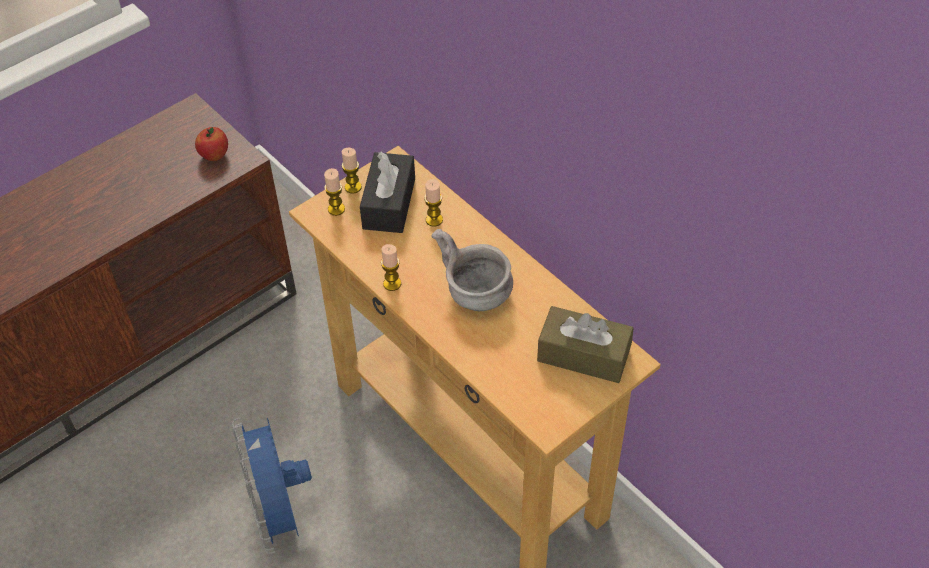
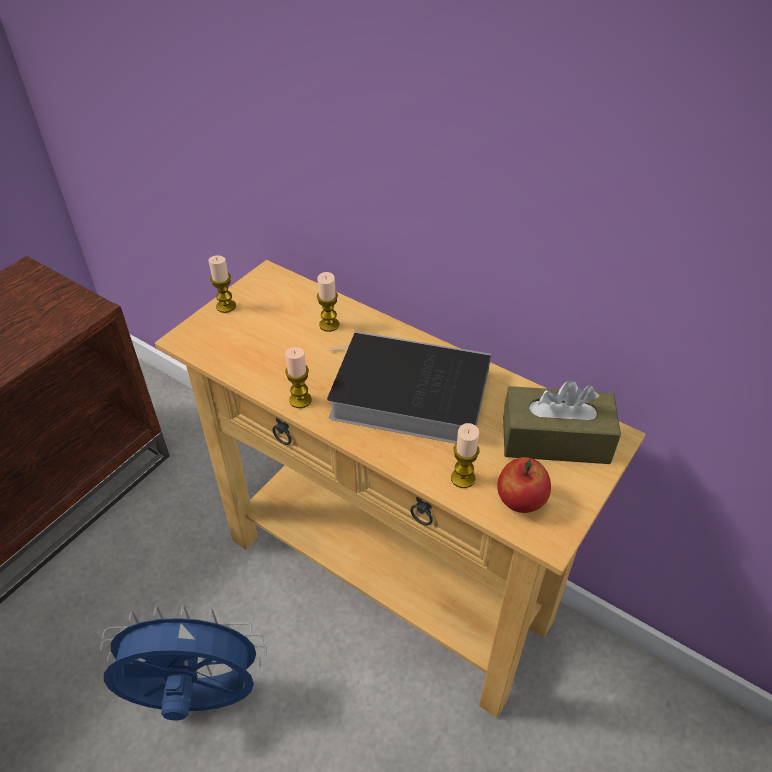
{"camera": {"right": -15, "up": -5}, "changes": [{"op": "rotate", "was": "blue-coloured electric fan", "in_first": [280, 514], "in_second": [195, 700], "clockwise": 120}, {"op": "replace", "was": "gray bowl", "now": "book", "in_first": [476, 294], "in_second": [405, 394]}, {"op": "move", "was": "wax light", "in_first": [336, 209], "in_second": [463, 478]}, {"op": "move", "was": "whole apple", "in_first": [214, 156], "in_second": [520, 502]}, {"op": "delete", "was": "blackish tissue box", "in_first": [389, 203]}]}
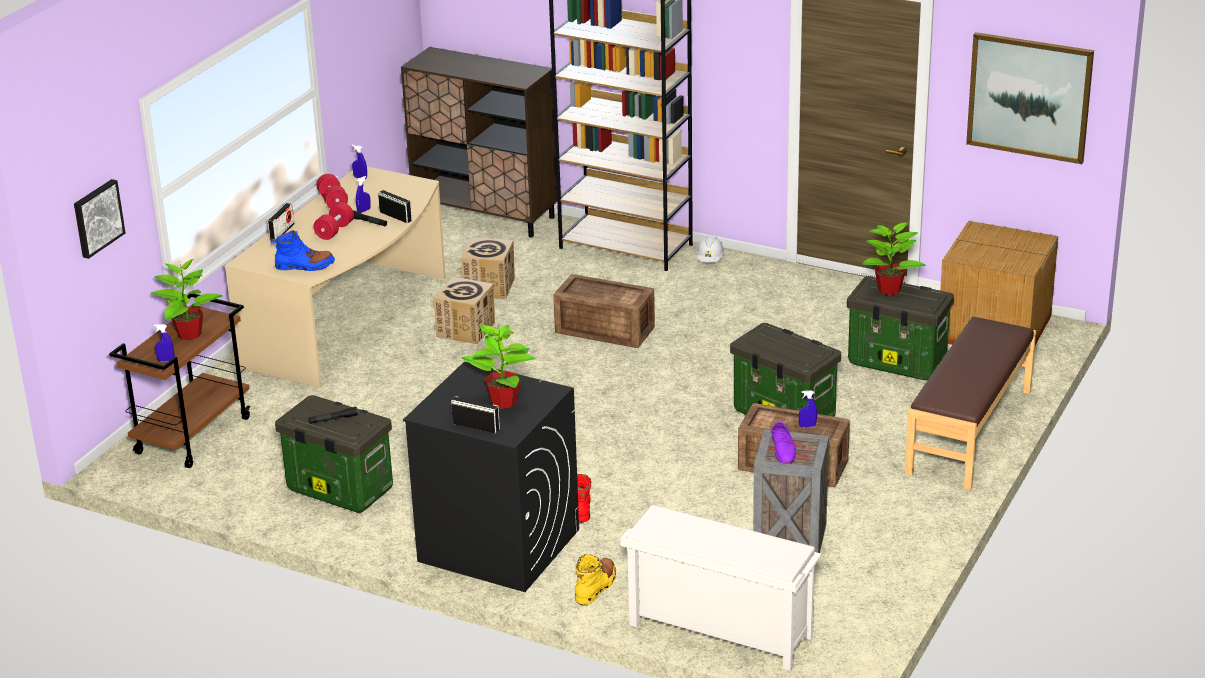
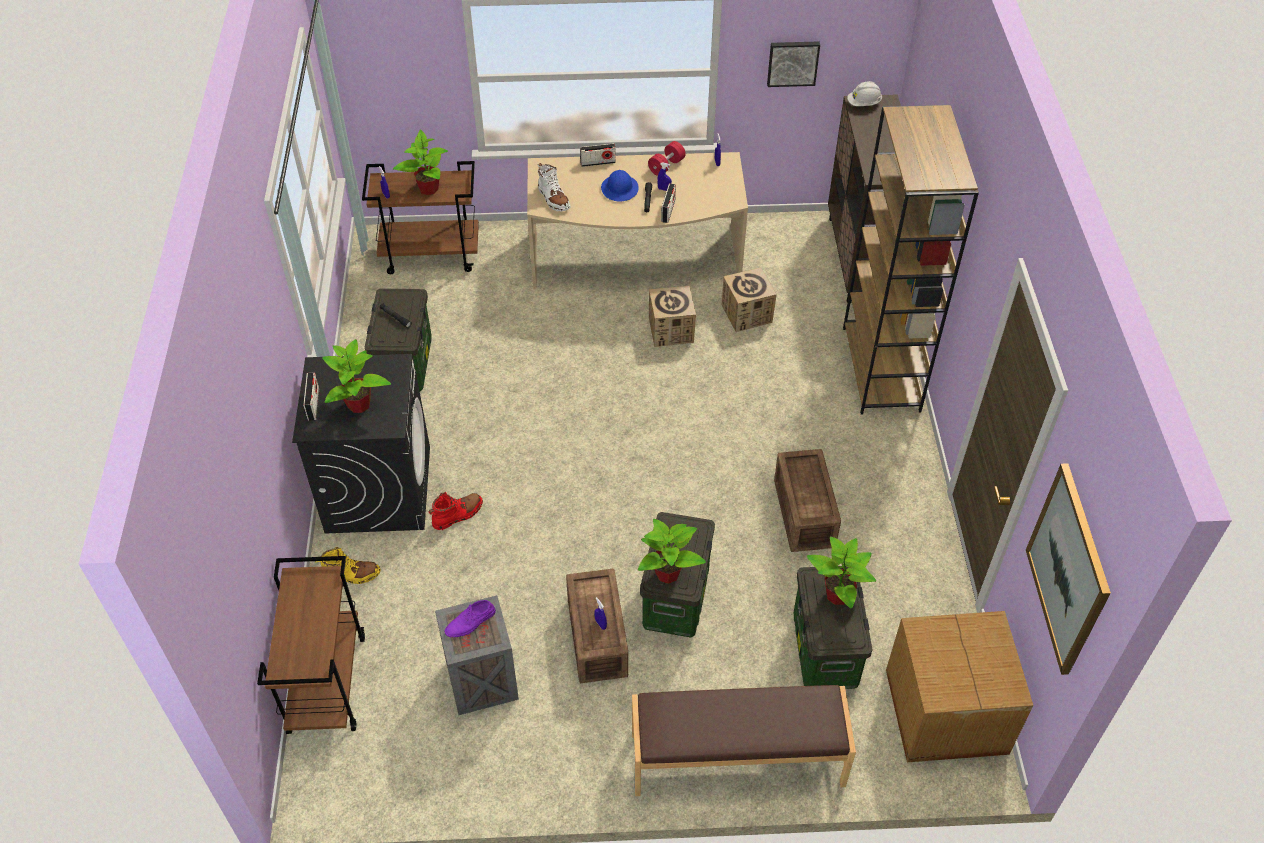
{"camera": {"right": 60, "up": 20}, "changes": [{"op": "replace", "was": "whitish shoe rack", "now": "brown wheeled cart", "in_first": [718, 631], "in_second": [326, 683]}, {"op": "recolor", "was": "blue-coloured boot", "now": "whitish boot", "in_first": [304, 266], "in_second": [553, 199]}, {"op": "replace", "was": "red free weight", "now": "blue-coloured hard hat", "in_first": [334, 231], "in_second": [620, 189]}, {"op": "insert", "now": "plant in a pot", "in_second": [668, 573]}, {"op": "move", "was": "wall art", "in_first": [97, 218], "in_second": [792, 62]}, {"op": "move", "was": "shipping crate", "in_first": [604, 329], "in_second": [805, 512]}, {"op": "move", "was": "whitish hard hat", "in_first": [710, 260], "in_second": [864, 104]}]}
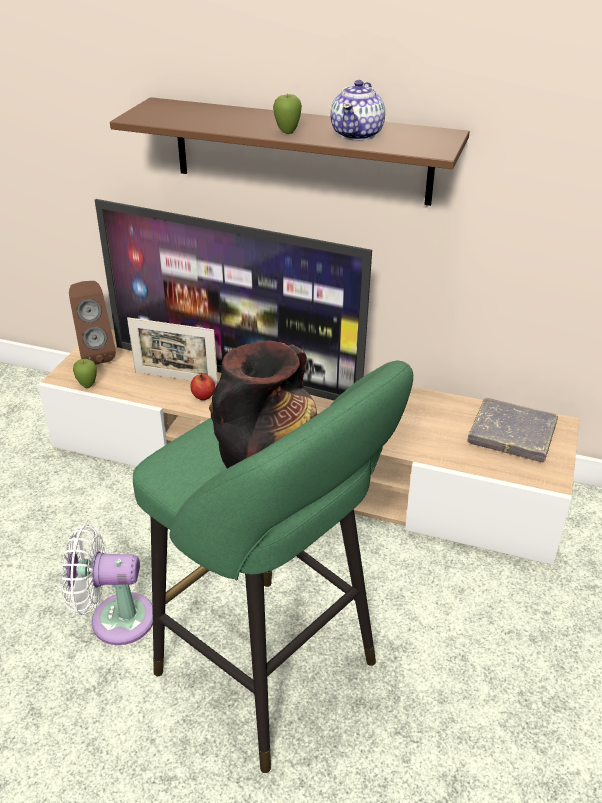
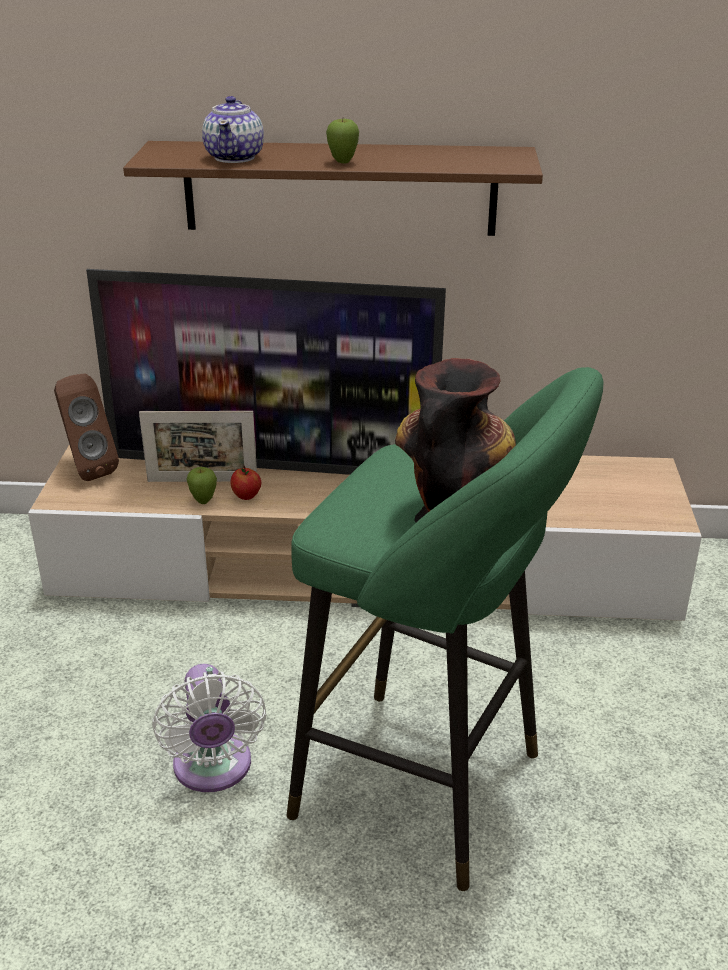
{"camera": {"right": -15, "up": -5}, "changes": [{"op": "rotate", "was": "whitish electric fan", "in_first": [115, 618], "in_second": [213, 770], "clockwise": -90}, {"op": "move", "was": "whole apple", "in_first": [88, 386], "in_second": [203, 501]}, {"op": "move", "was": "teapot", "in_first": [357, 134], "in_second": [235, 157]}, {"op": "delete", "was": "gray book", "in_first": [512, 434]}]}
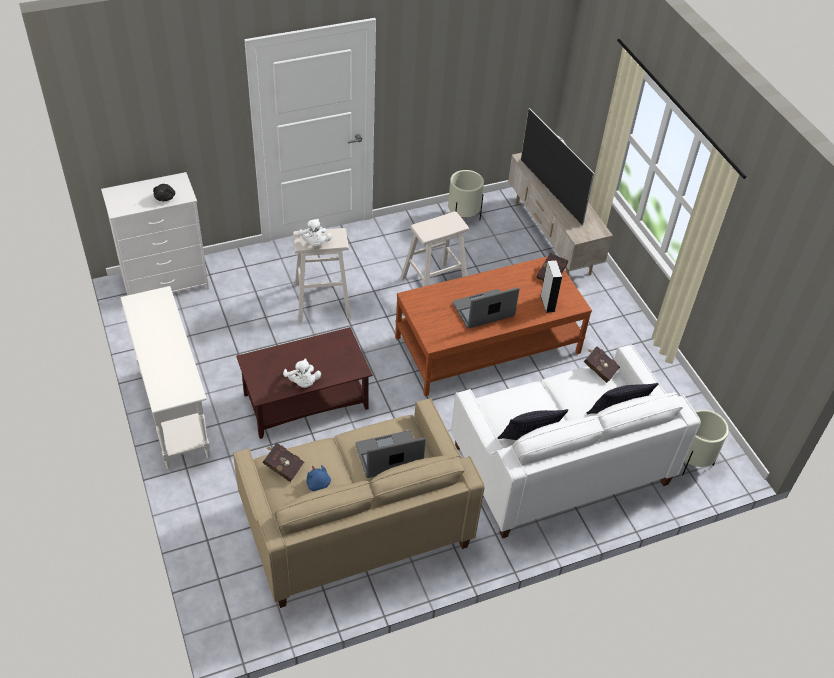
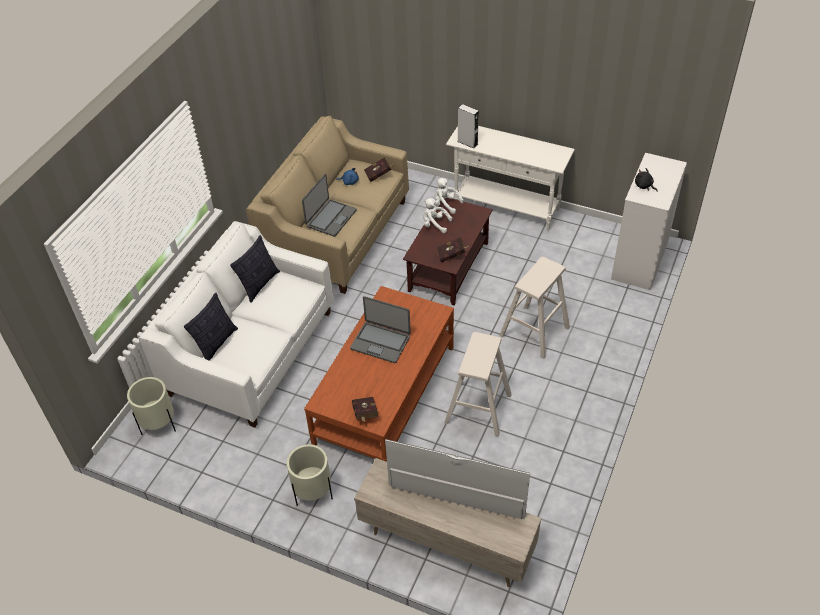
{"camera": {"right": 140, "up": 0}, "changes": [{"op": "move", "was": "beige flower pot", "in_first": [463, 219], "in_second": [313, 493]}, {"op": "rotate", "was": "portable computer", "in_first": [483, 310], "in_second": [380, 342], "clockwise": 90}, {"op": "move", "was": "whitish cuddly toy", "in_first": [315, 243], "in_second": [446, 204]}, {"op": "move", "was": "red book", "in_first": [599, 369], "in_second": [452, 255]}, {"op": "move", "was": "gray audio speaker", "in_first": [547, 303], "in_second": [467, 143]}]}
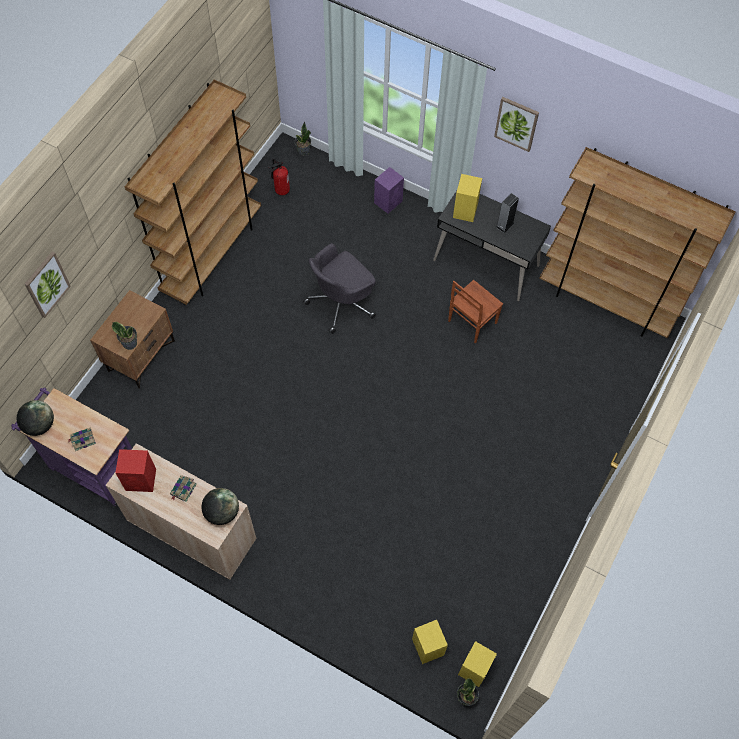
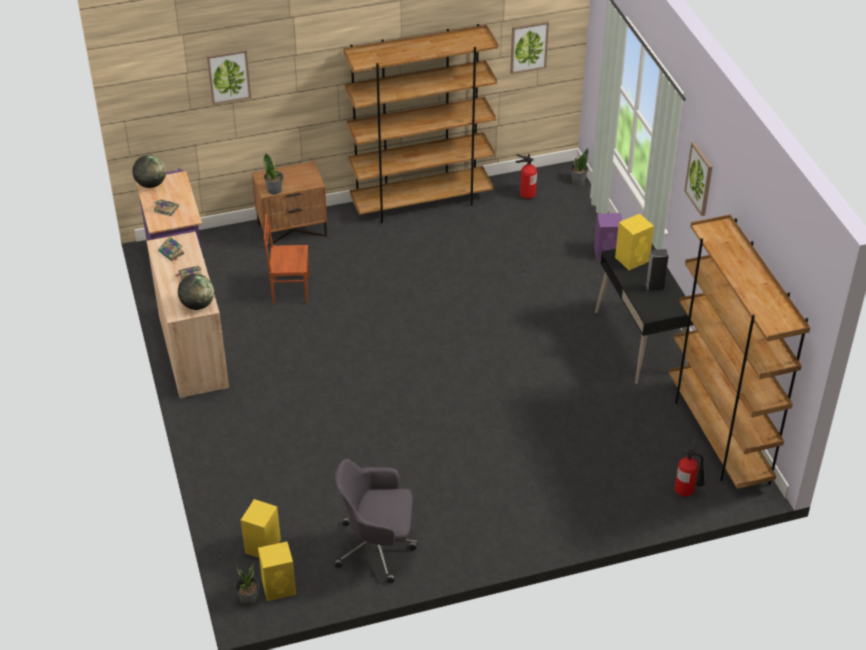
{"camera": {"right": 45, "up": -20}, "changes": [{"op": "replace", "was": "red audio speaker", "now": "book", "in_first": [141, 480], "in_second": [172, 253]}, {"op": "move", "was": "brown plain chair", "in_first": [471, 322], "in_second": [290, 289]}, {"op": "move", "was": "gray office chair", "in_first": [341, 302], "in_second": [377, 547]}, {"op": "insert", "now": "wall art", "in_second": [528, 46]}, {"op": "insert", "now": "fire extinguisher", "in_second": [687, 491]}]}
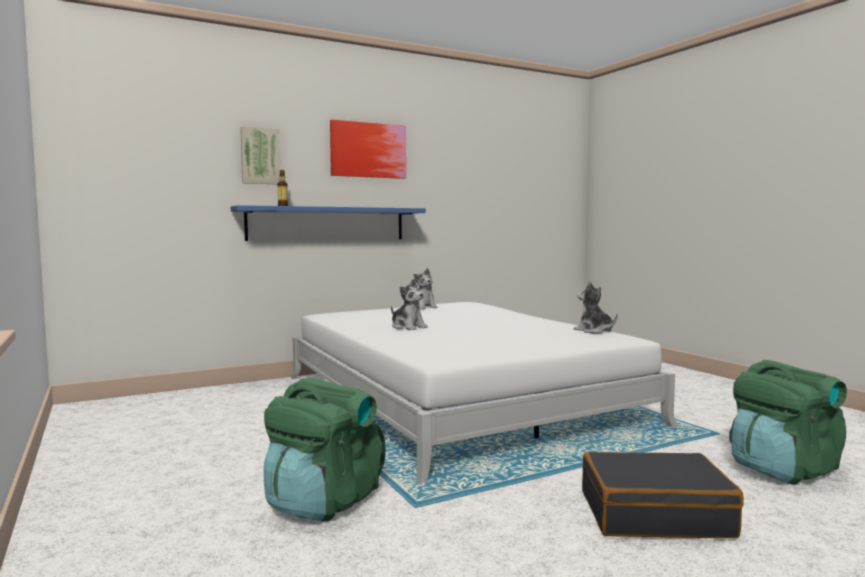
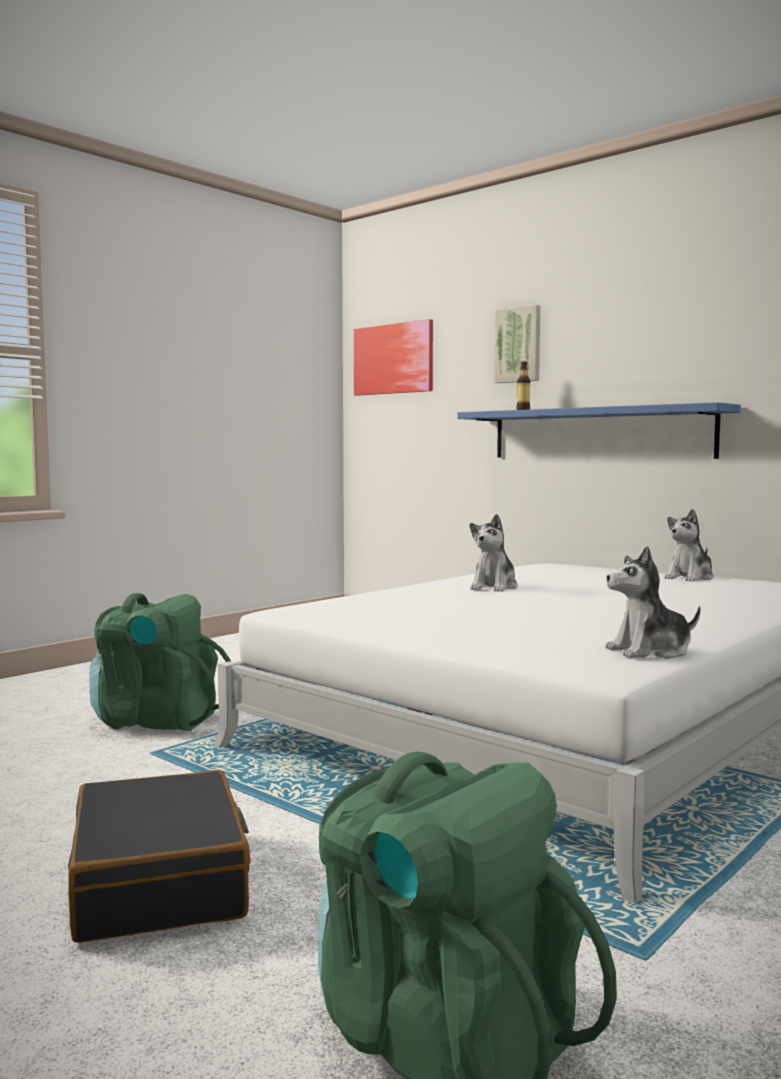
{"camera": {"right": 70, "up": 0}, "changes": [{"op": "move", "was": "wall art", "in_first": [368, 150], "in_second": [393, 359]}, {"op": "rotate", "was": "cuddly toy", "in_first": [594, 331], "in_second": [650, 651], "clockwise": -135}]}
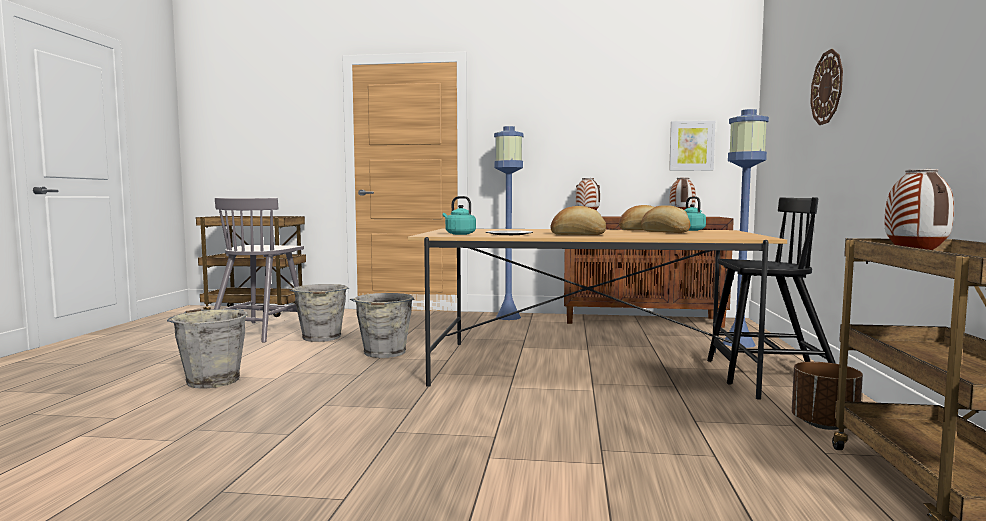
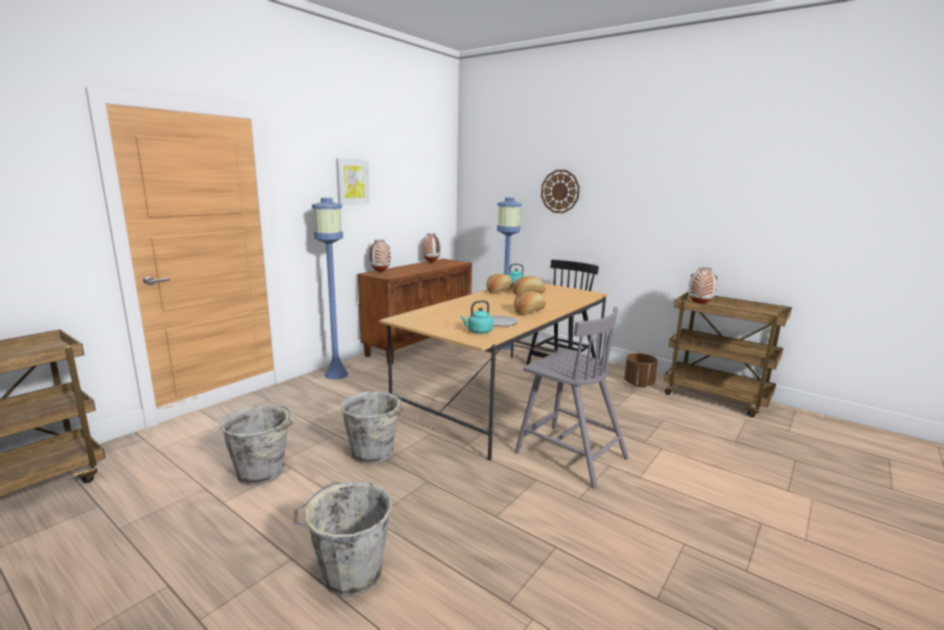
{"camera": {"right": -60, "up": 10}, "changes": [{"op": "move", "was": "wall art", "in_first": [691, 146], "in_second": [352, 182]}, {"op": "move", "was": "gray plain chair", "in_first": [260, 331], "in_second": [569, 454]}]}
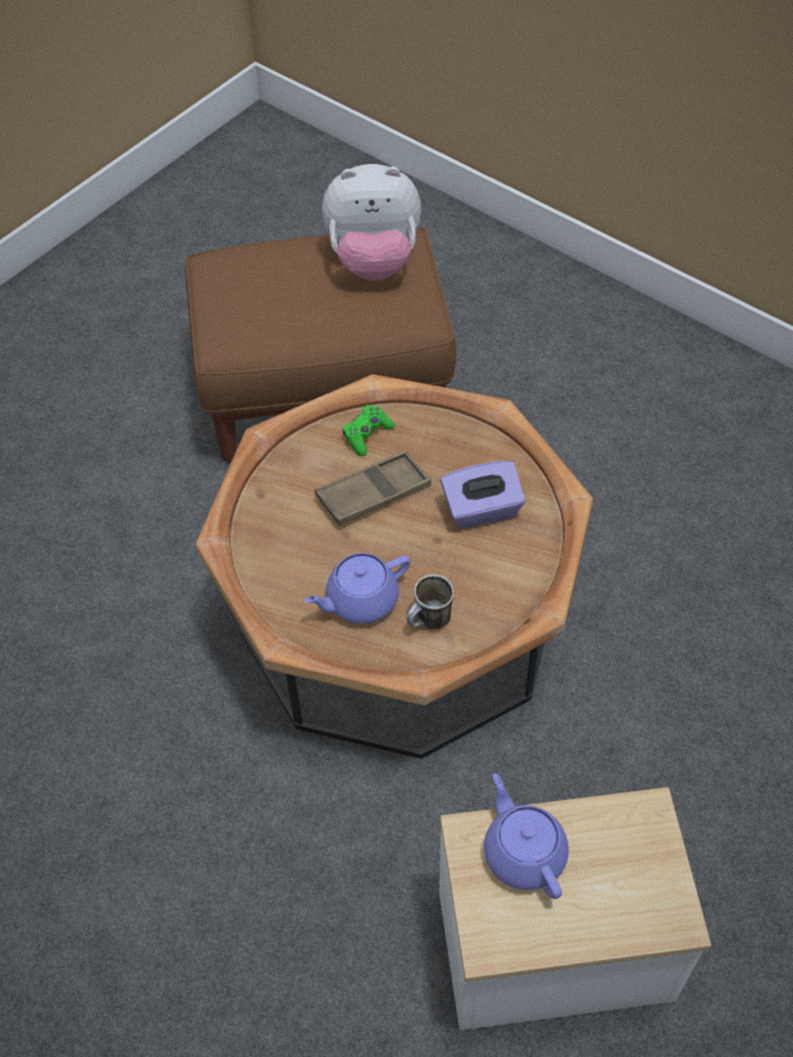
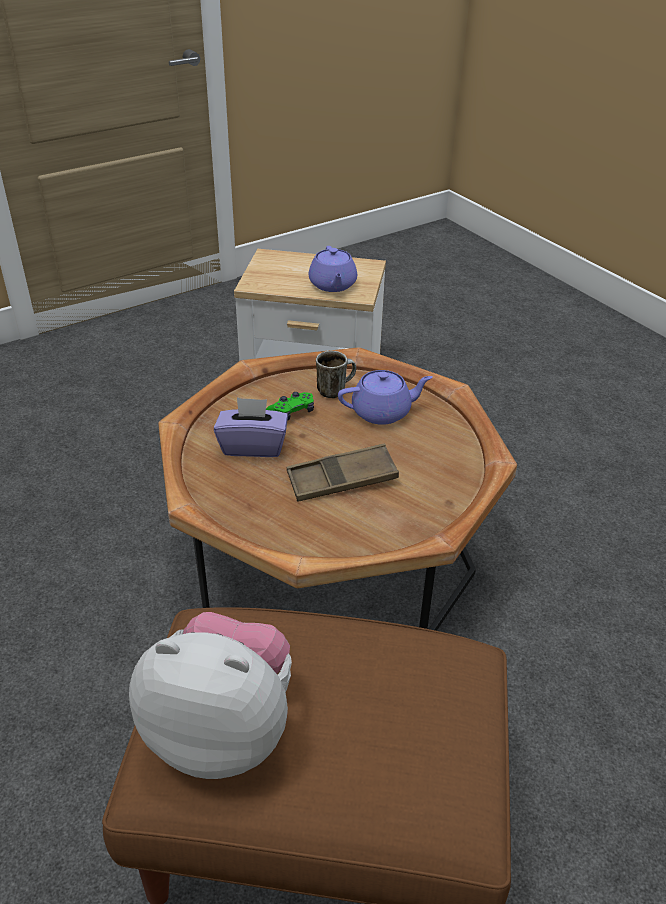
{"camera": {"right": -165, "up": -15}, "changes": [{"op": "move", "was": "greenish game controller", "in_first": [367, 435], "in_second": [292, 412]}]}
